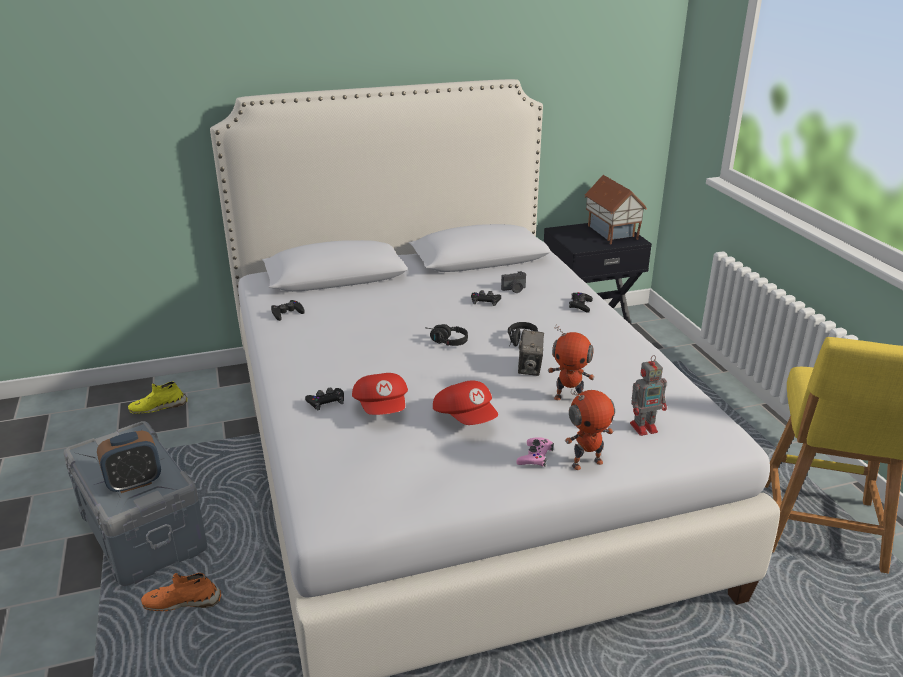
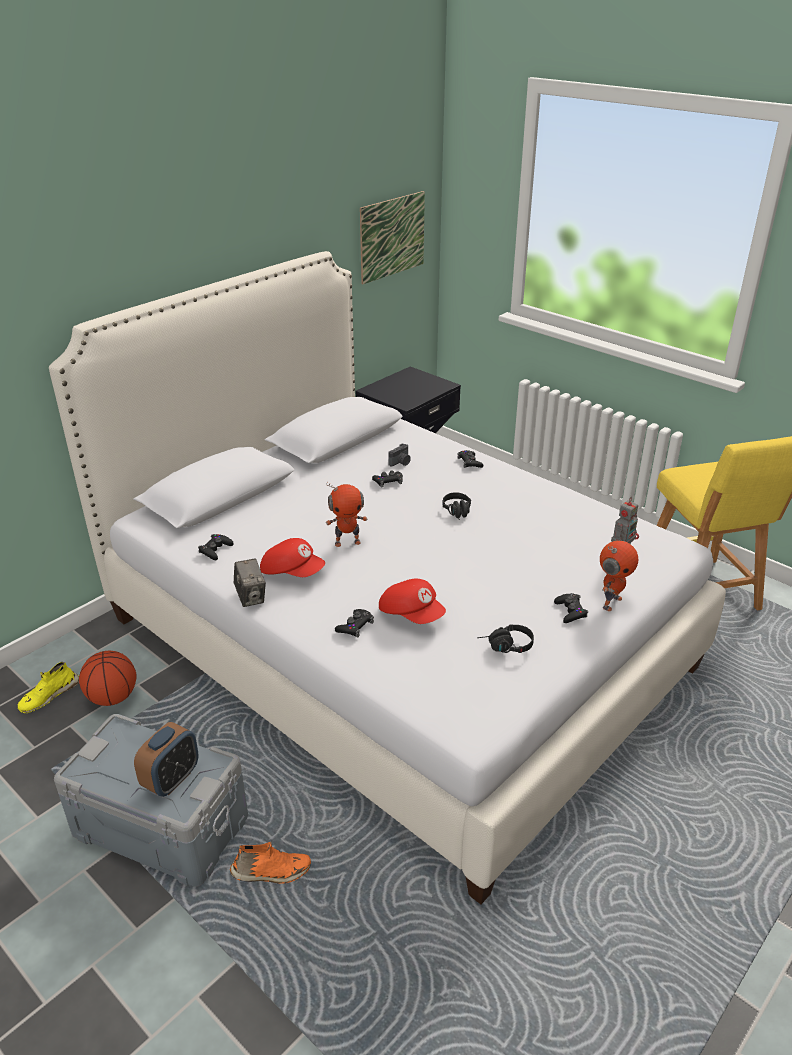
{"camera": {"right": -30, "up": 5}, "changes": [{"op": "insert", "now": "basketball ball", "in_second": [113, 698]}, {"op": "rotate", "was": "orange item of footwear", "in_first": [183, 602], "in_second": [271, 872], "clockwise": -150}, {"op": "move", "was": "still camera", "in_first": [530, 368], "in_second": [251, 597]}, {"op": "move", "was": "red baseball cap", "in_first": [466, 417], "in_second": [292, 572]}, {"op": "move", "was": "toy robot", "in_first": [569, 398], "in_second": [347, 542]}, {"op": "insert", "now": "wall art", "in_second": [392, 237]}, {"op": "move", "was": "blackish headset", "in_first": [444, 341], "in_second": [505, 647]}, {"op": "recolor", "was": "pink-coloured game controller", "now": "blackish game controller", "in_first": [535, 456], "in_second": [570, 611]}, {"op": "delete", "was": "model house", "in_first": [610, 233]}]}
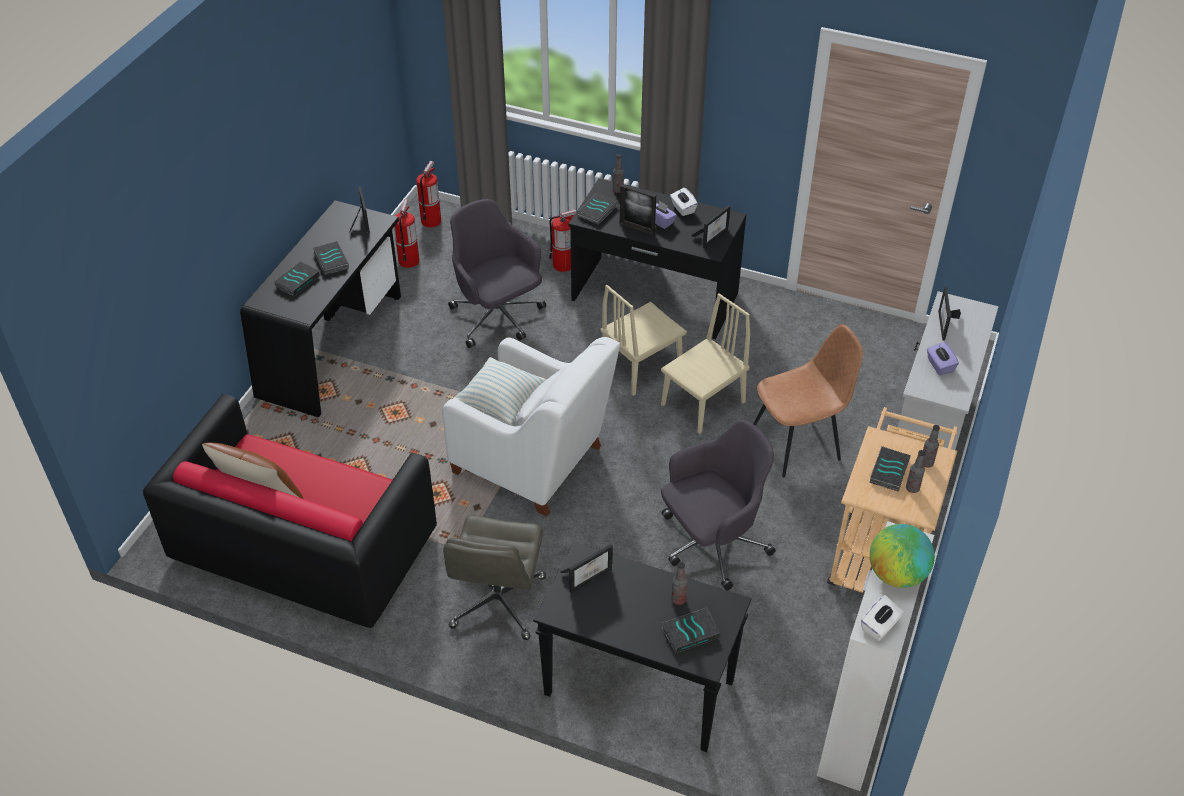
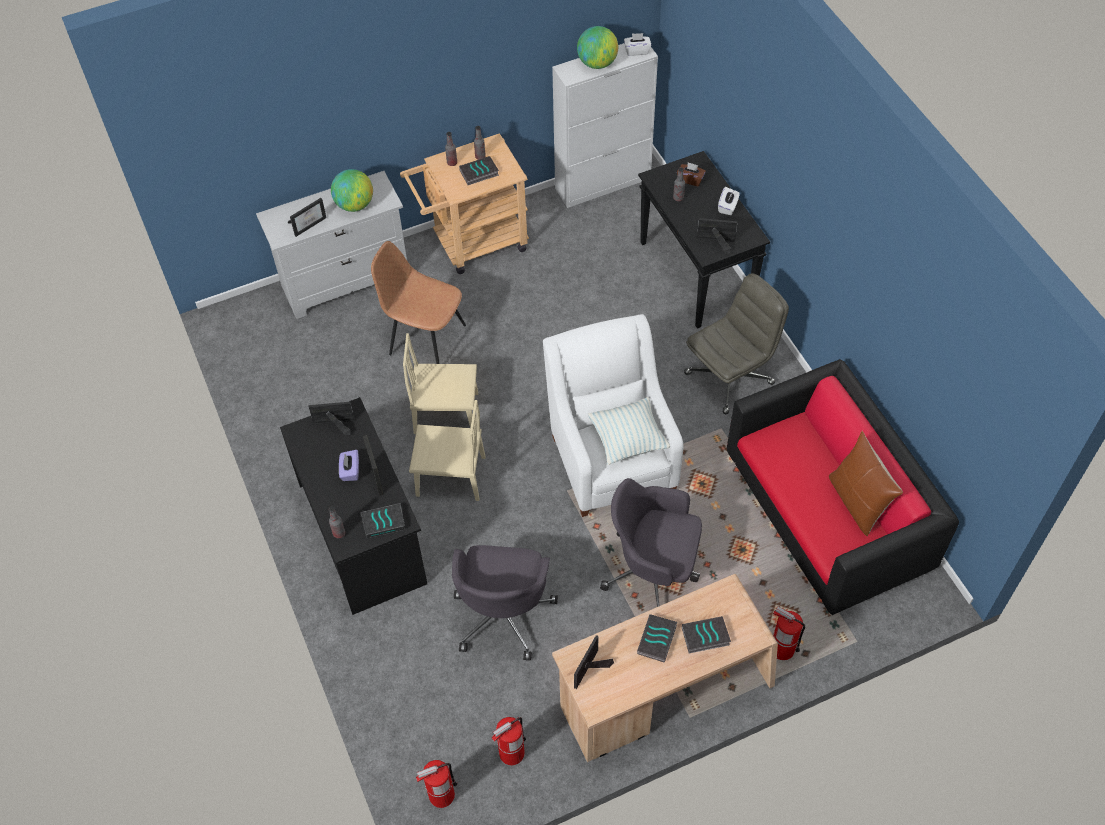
{"camera": {"right": -135, "up": 10}, "changes": [{"op": "replace", "was": "purplish tissue box", "now": "world globe", "in_first": [939, 366], "in_second": [355, 204]}, {"op": "recolor", "was": "blackish desk", "now": "beige desk", "in_first": [334, 346], "in_second": [664, 694]}, {"op": "move", "was": "gray office chair", "in_first": [711, 544], "in_second": [653, 571]}, {"op": "replace", "was": "book", "now": "brown tissue box", "in_first": [690, 632], "in_second": [690, 179]}, {"op": "move", "was": "whitish tissue box", "in_first": [683, 209], "in_second": [728, 207]}, {"op": "move", "was": "fire extinguisher", "in_first": [563, 265], "in_second": [781, 649]}]}
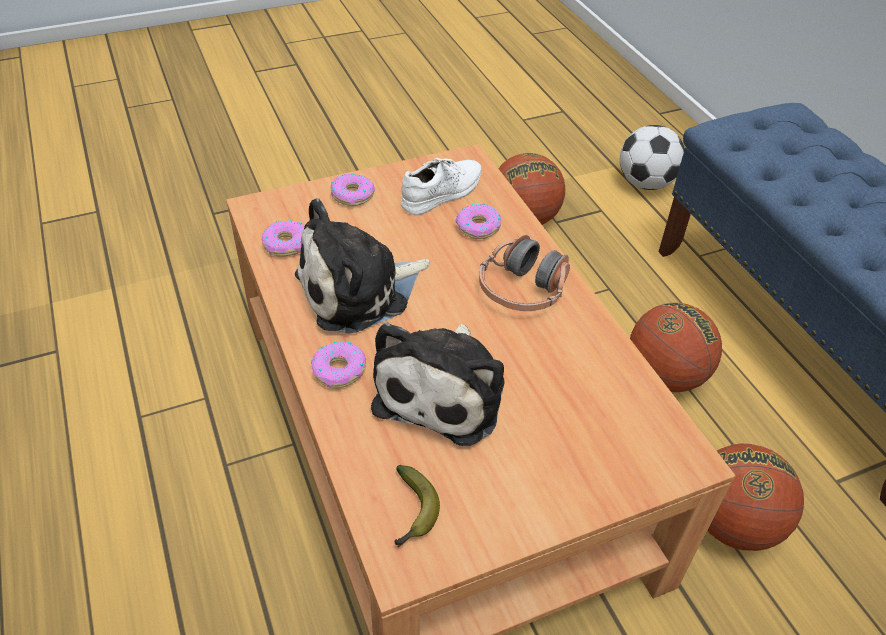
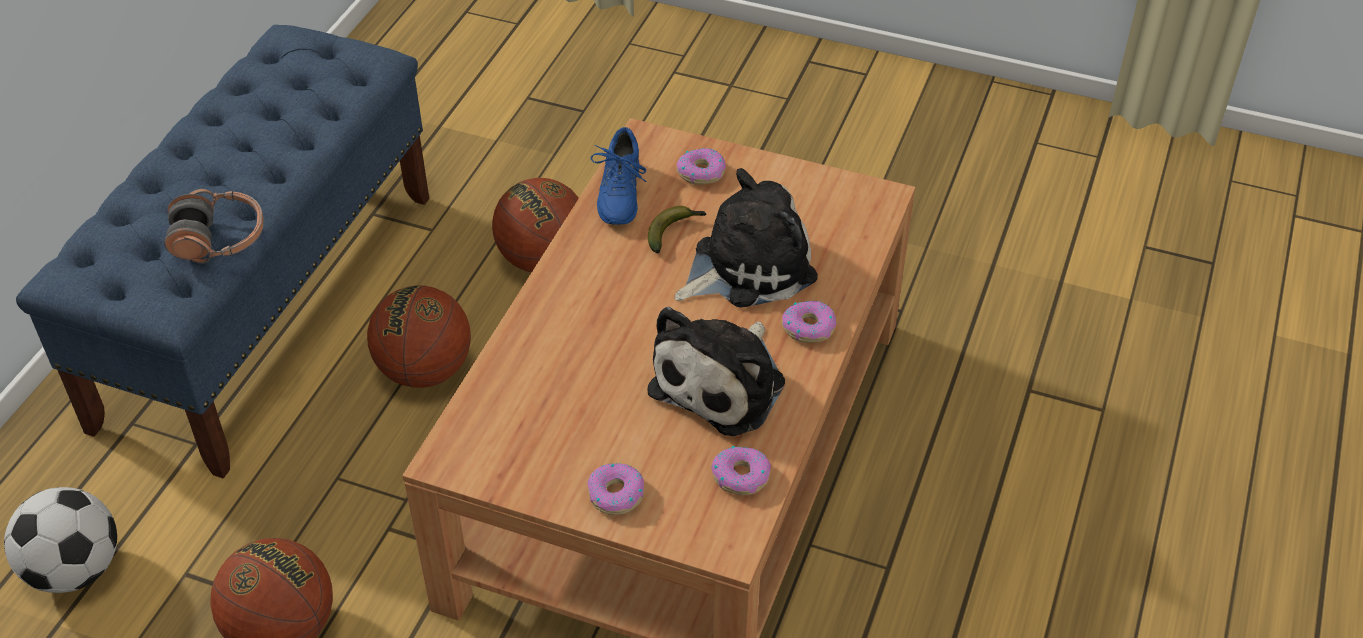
{"camera": {"right": -135, "up": 0}, "changes": [{"op": "move", "was": "headset", "in_first": [522, 290], "in_second": [219, 239]}, {"op": "insert", "now": "blue-coloured item of footwear", "in_second": [619, 194]}, {"op": "move", "was": "banana fruit", "in_first": [412, 512], "in_second": [674, 232]}, {"op": "rotate", "was": "cuddly toy", "in_first": [359, 290], "in_second": [723, 383], "clockwise": 105}, {"op": "move", "was": "ring doughnut", "in_first": [478, 227], "in_second": [701, 172]}, {"op": "delete", "was": "whitish item of footwear", "in_first": [442, 193]}]}
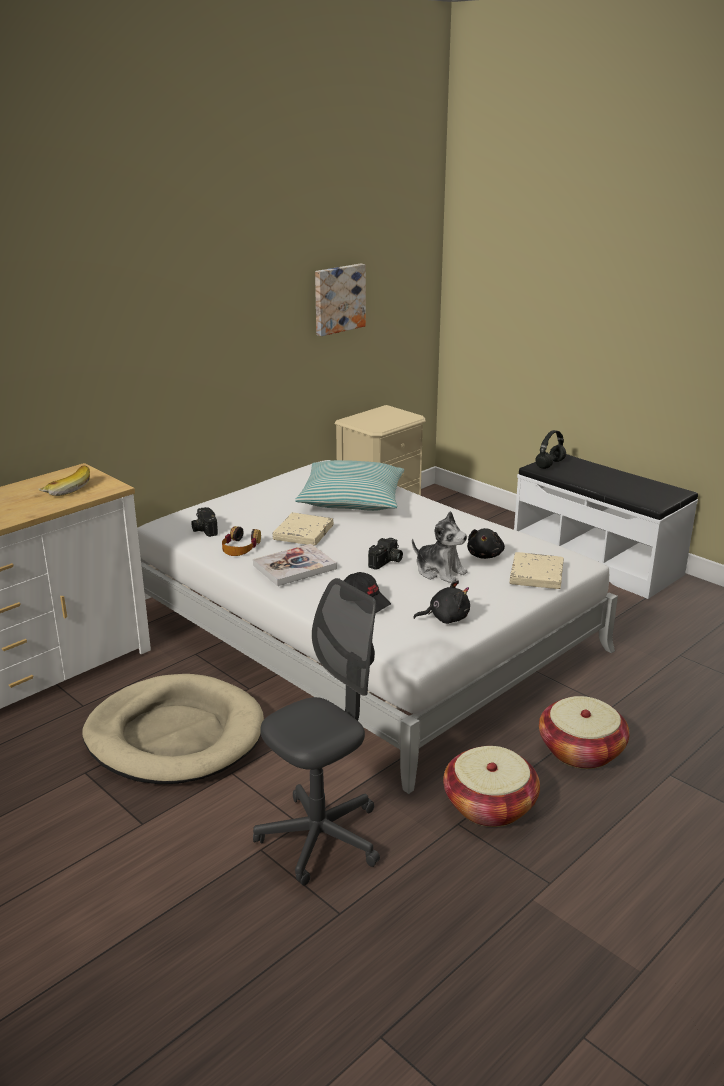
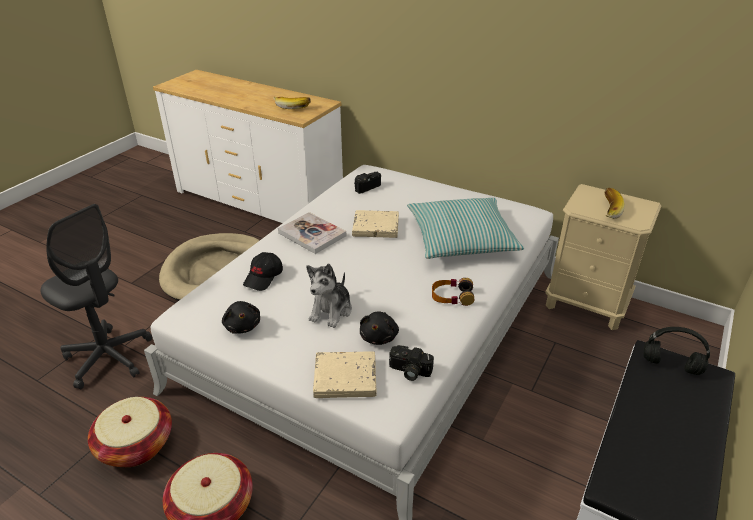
{"camera": {"right": 75, "up": 10}, "changes": [{"op": "rotate", "was": "blackish cuddly toy", "in_first": [485, 555], "in_second": [379, 336], "clockwise": -75}, {"op": "move", "was": "still camera", "in_first": [386, 562], "in_second": [409, 371]}, {"op": "move", "was": "headset", "in_first": [240, 547], "in_second": [452, 296]}, {"op": "insert", "now": "banana fruit", "in_second": [607, 210]}, {"op": "delete", "was": "wall art", "in_first": [338, 299]}]}
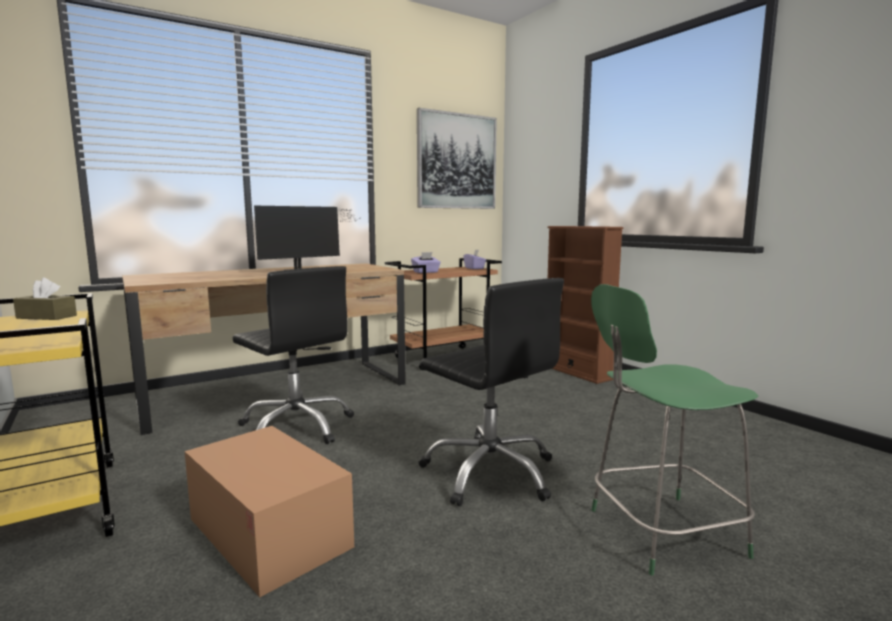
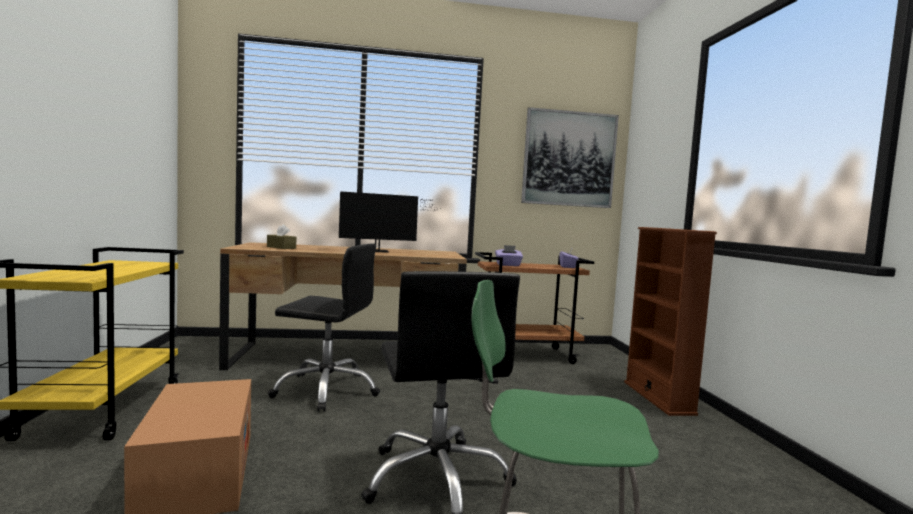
{"camera": {"right": 25, "up": -5}, "changes": [{"op": "move", "was": "brown tissue box", "in_first": [46, 317], "in_second": [281, 247]}, {"op": "rotate", "was": "blackish office chair", "in_first": [297, 427], "in_second": [326, 390], "clockwise": -60}]}
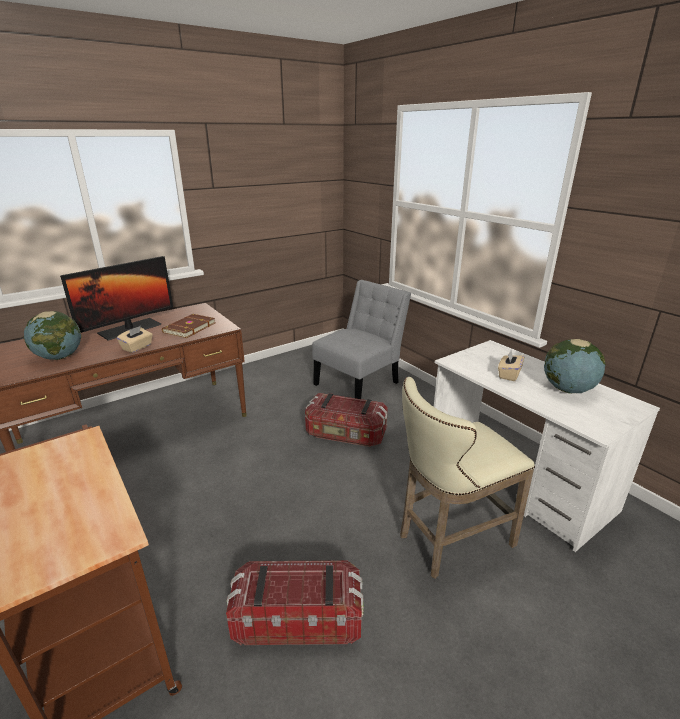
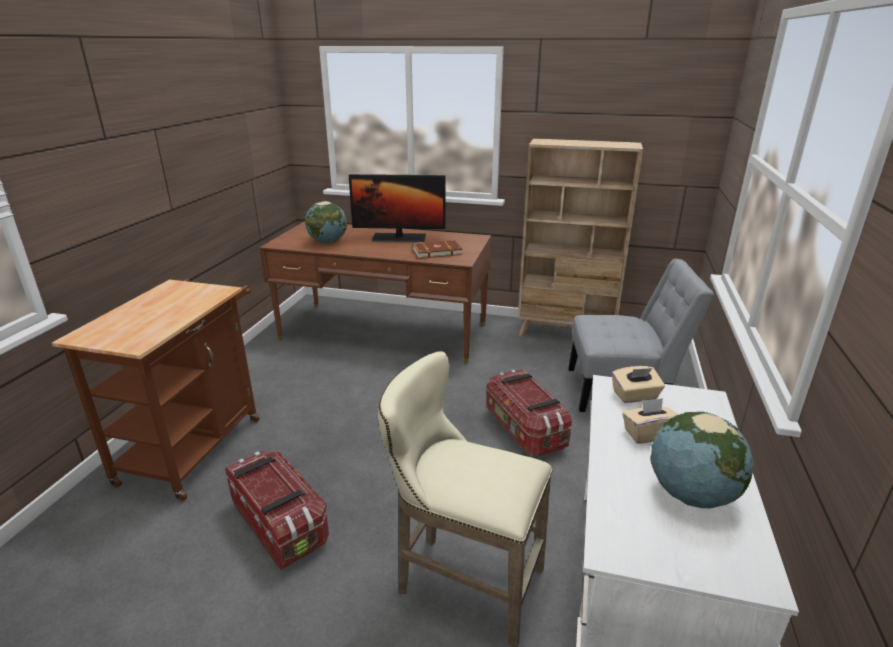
{"camera": {"right": 50, "up": 0}, "changes": [{"op": "insert", "now": "beige bookshelf", "in_second": [566, 333]}, {"op": "move", "was": "beige tissue box", "in_first": [137, 347], "in_second": [635, 396]}]}
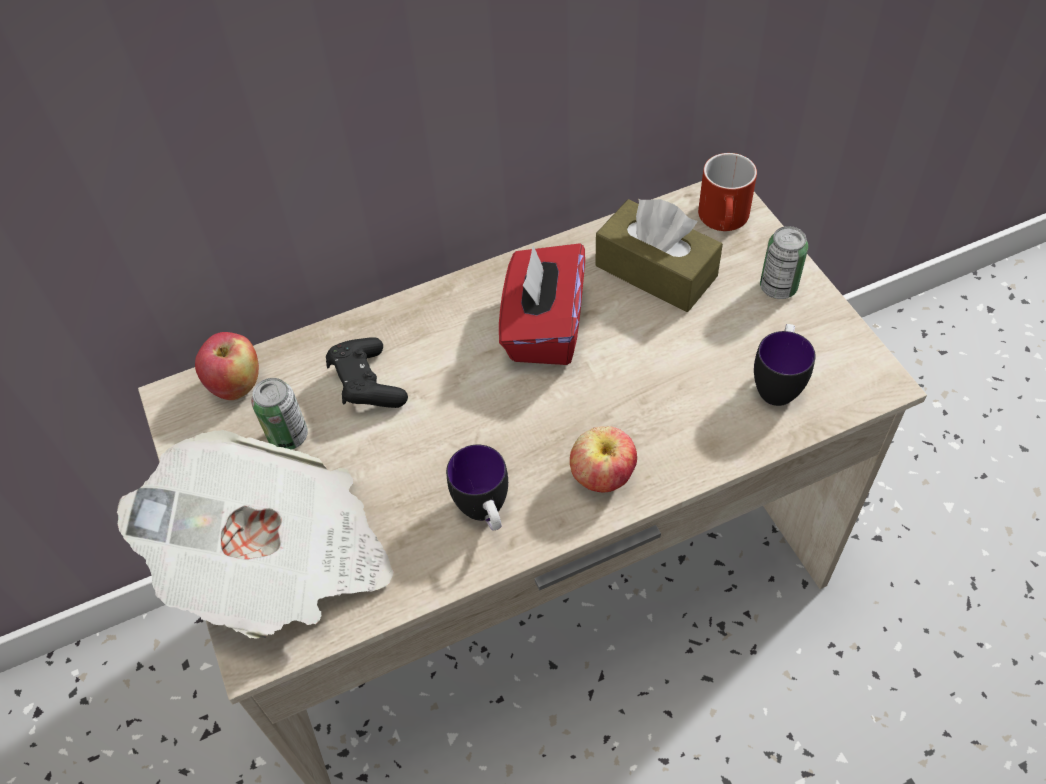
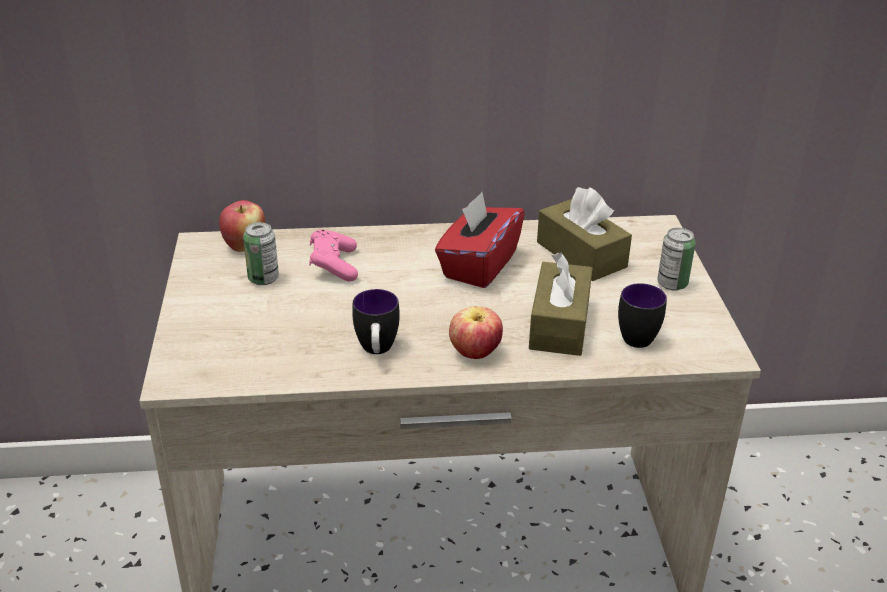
{"camera": {"right": 15, "up": -20}, "changes": [{"op": "recolor", "was": "blackish game controller", "now": "pink-coloured game controller", "in_first": [367, 385], "in_second": [334, 266]}, {"op": "insert", "now": "brown tissue box", "in_second": [559, 324]}, {"op": "delete", "was": "newspaper", "in_first": [281, 560]}, {"op": "delete", "was": "red coffee mug", "in_first": [725, 221]}]}
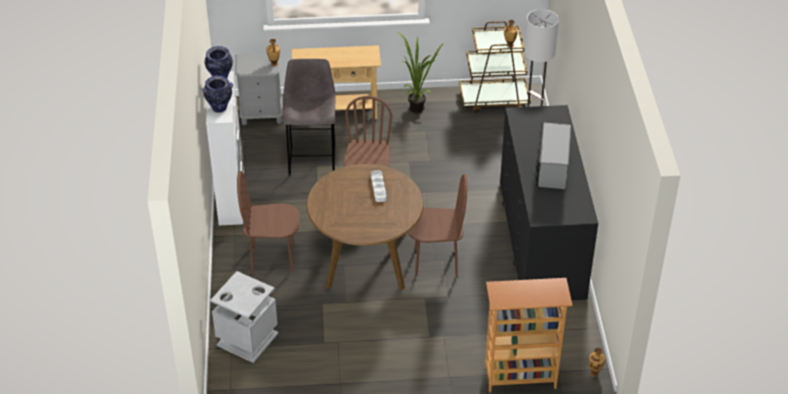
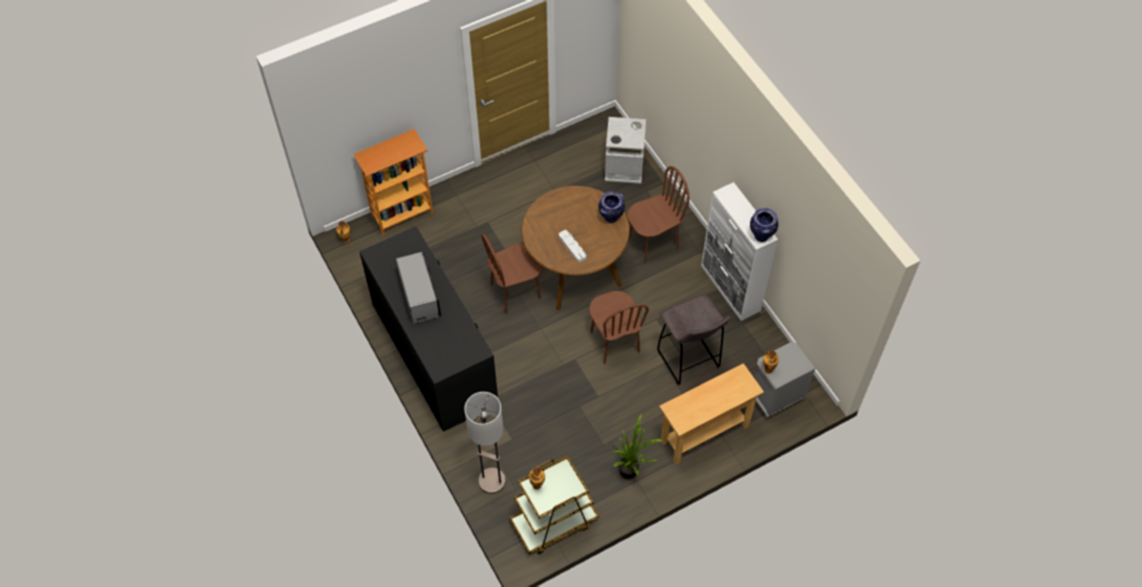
{"camera": {"right": 155, "up": 15}, "changes": [{"op": "move", "was": "decorative vase", "in_first": [219, 108], "in_second": [611, 218]}]}
